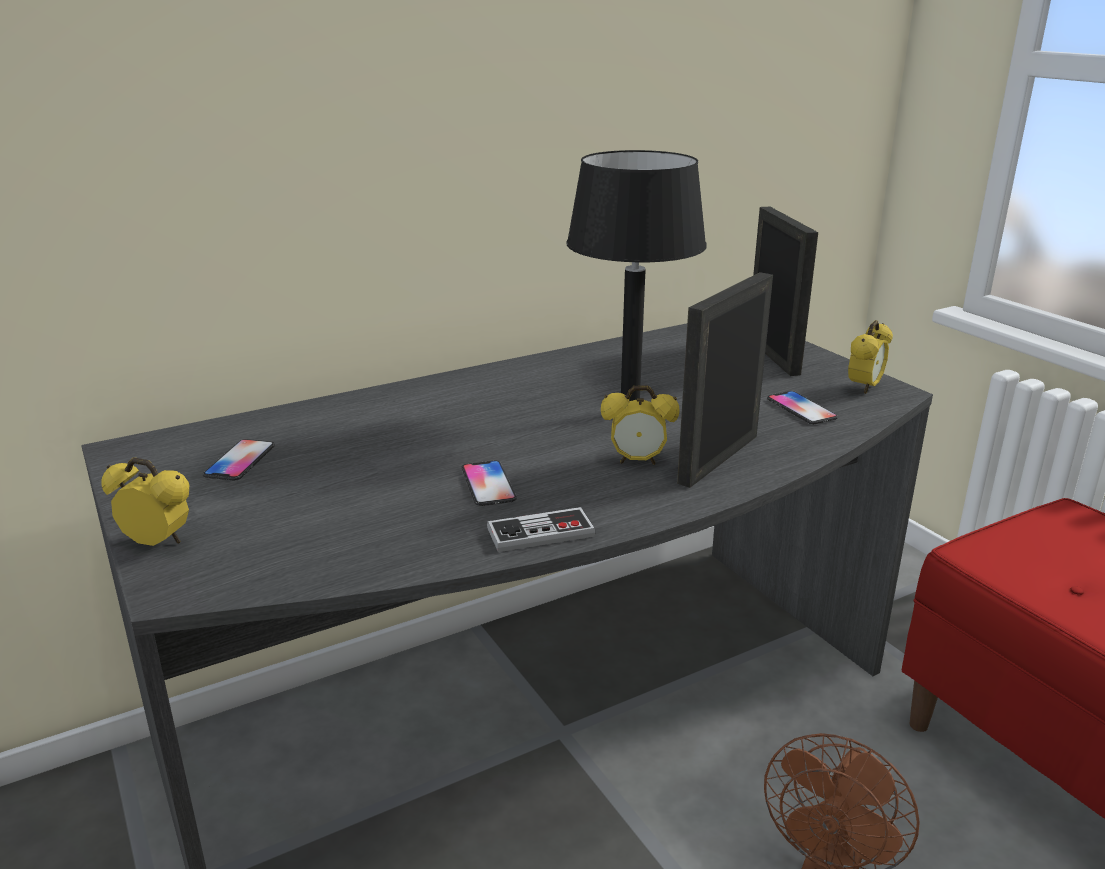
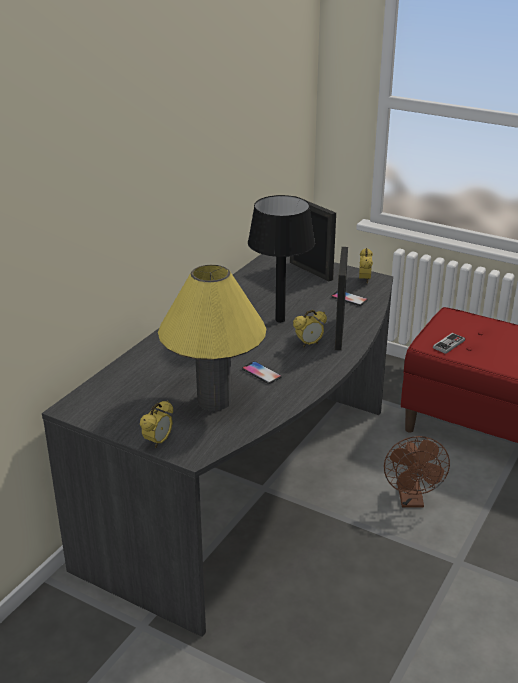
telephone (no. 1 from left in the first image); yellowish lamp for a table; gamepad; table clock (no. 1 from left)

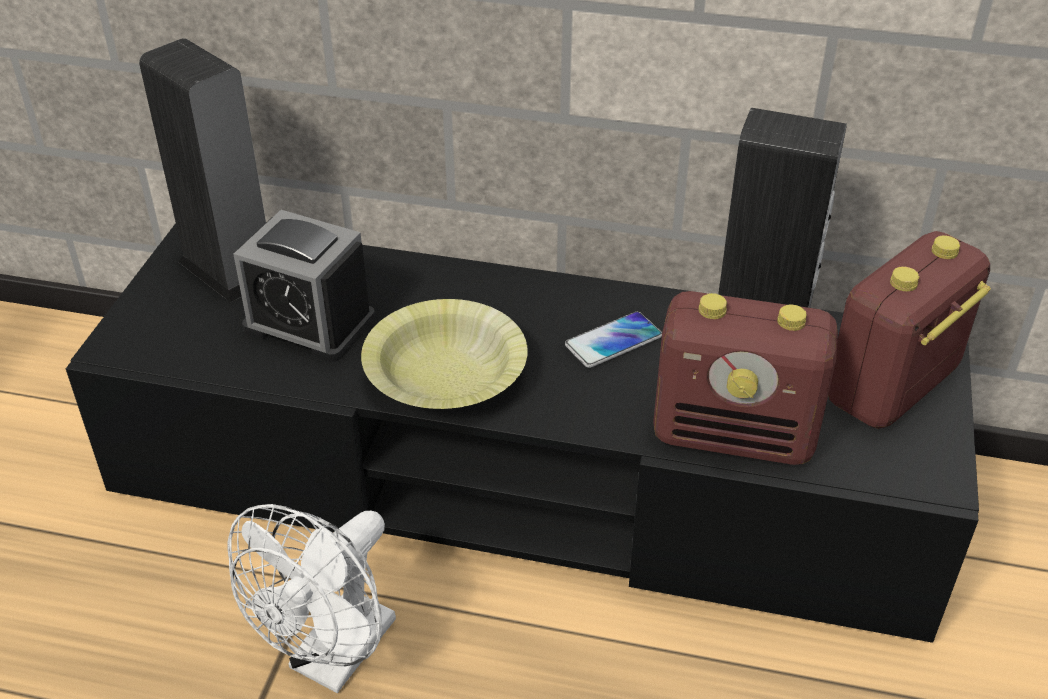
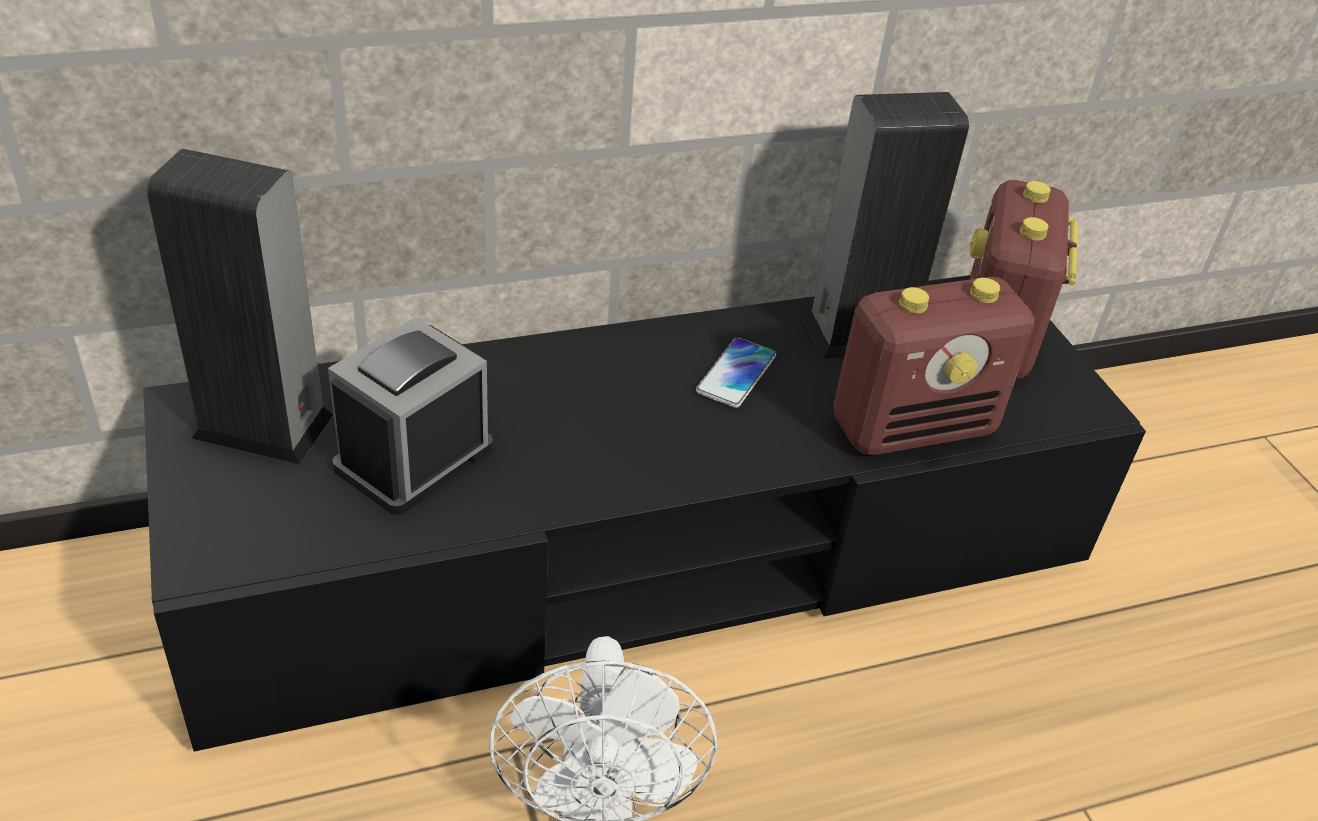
yellowish bowl; table clock

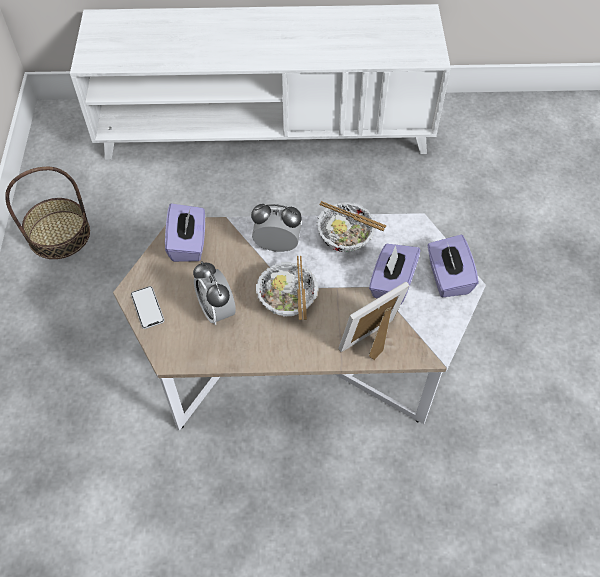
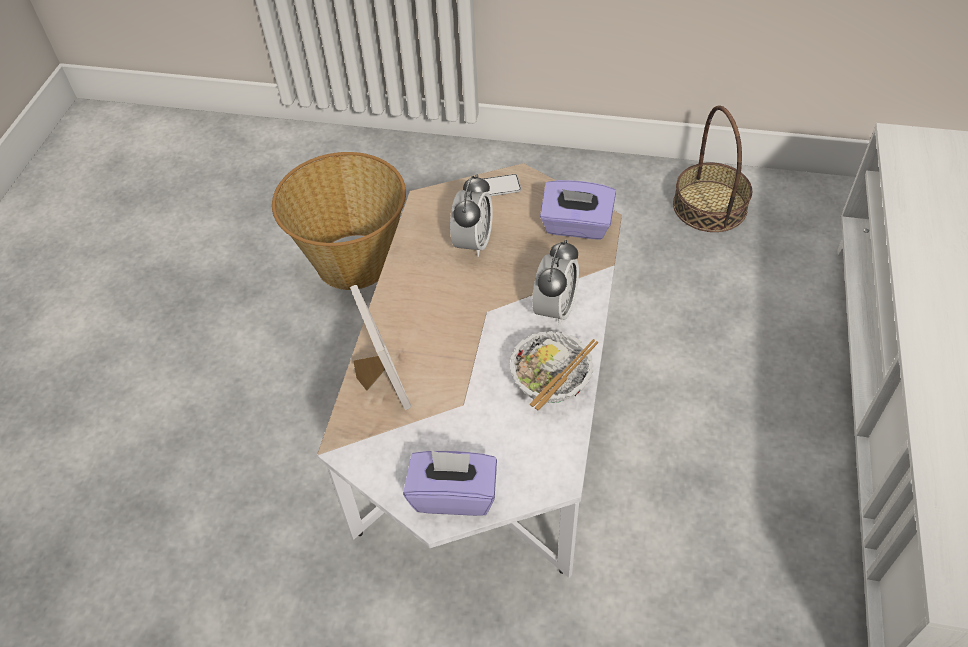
bowl (no. 1 from left in the first image); purplish tissue box (no. 2 from left in the first image); basket (no. 1 from left); table clock (no. 1 from left)

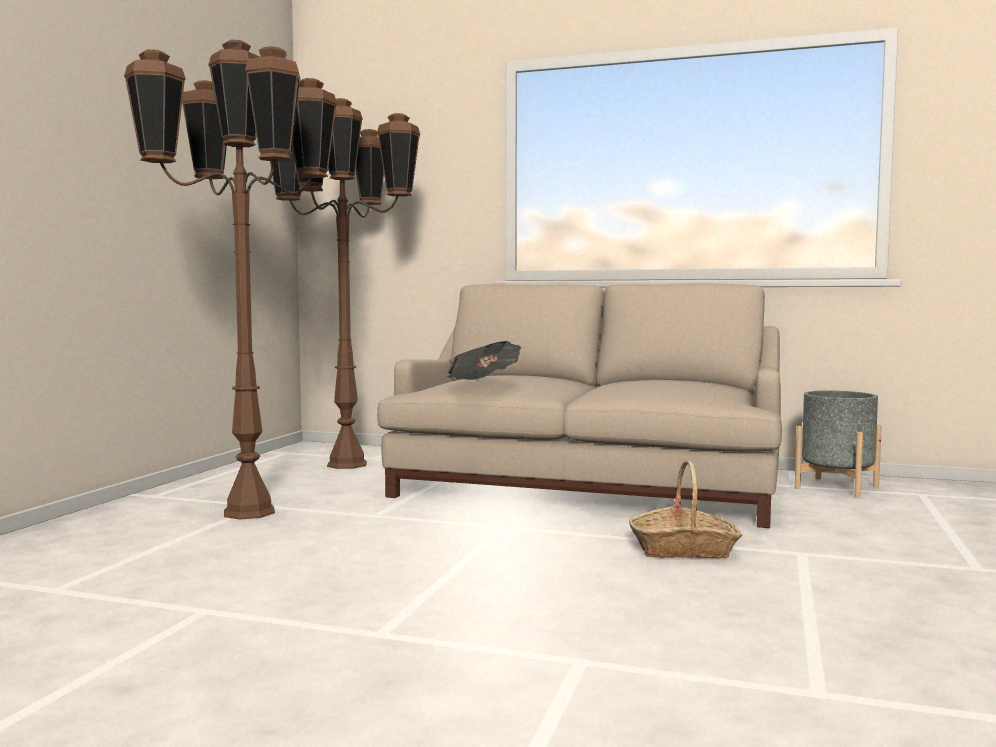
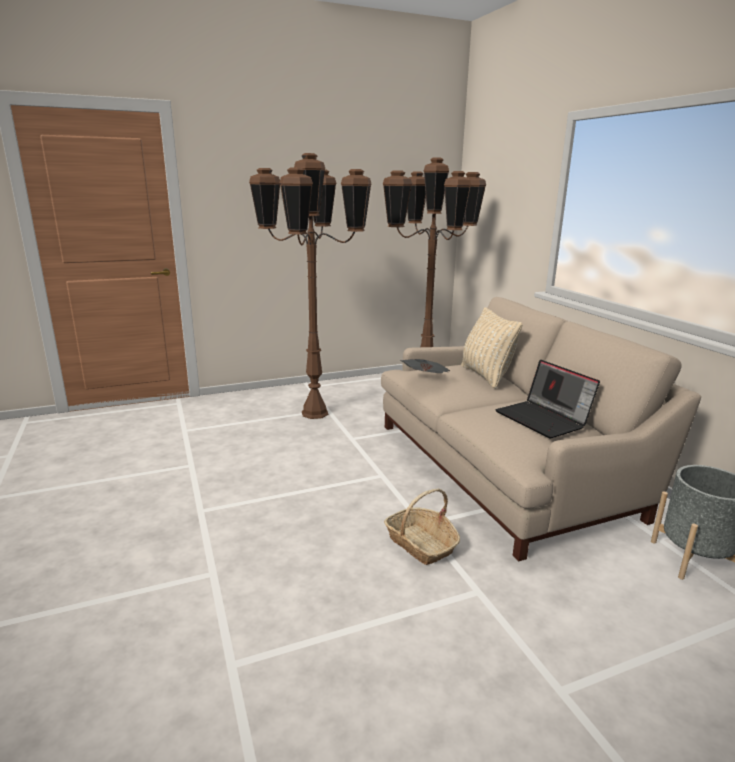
beige-coloured throw pillow; laptop

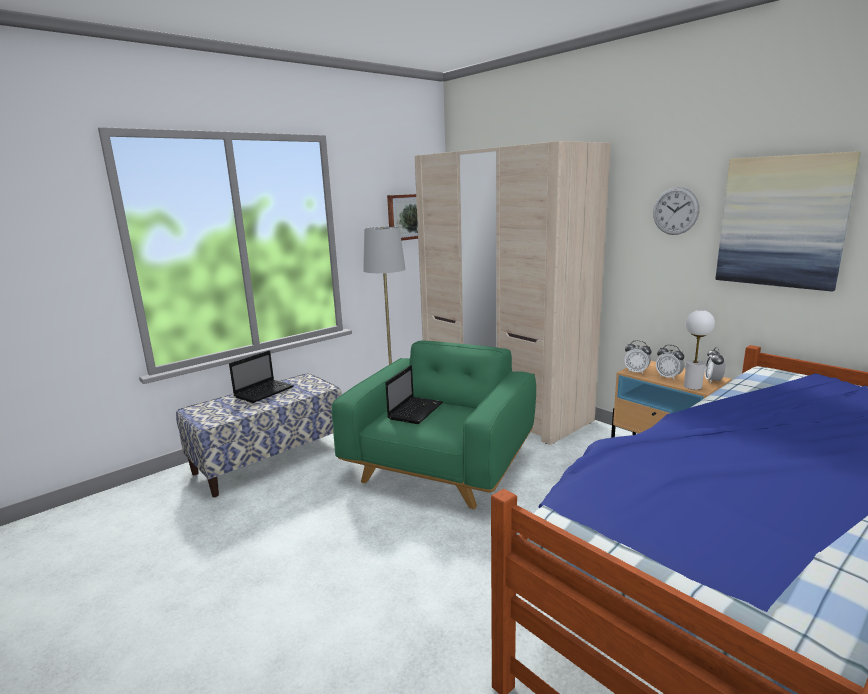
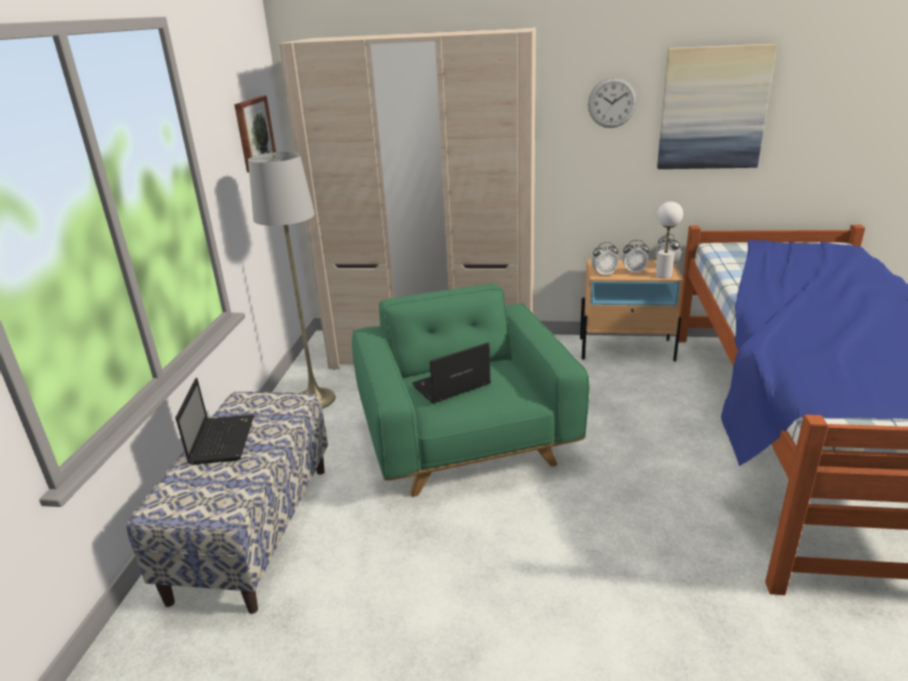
laptop (no. 2 from left)

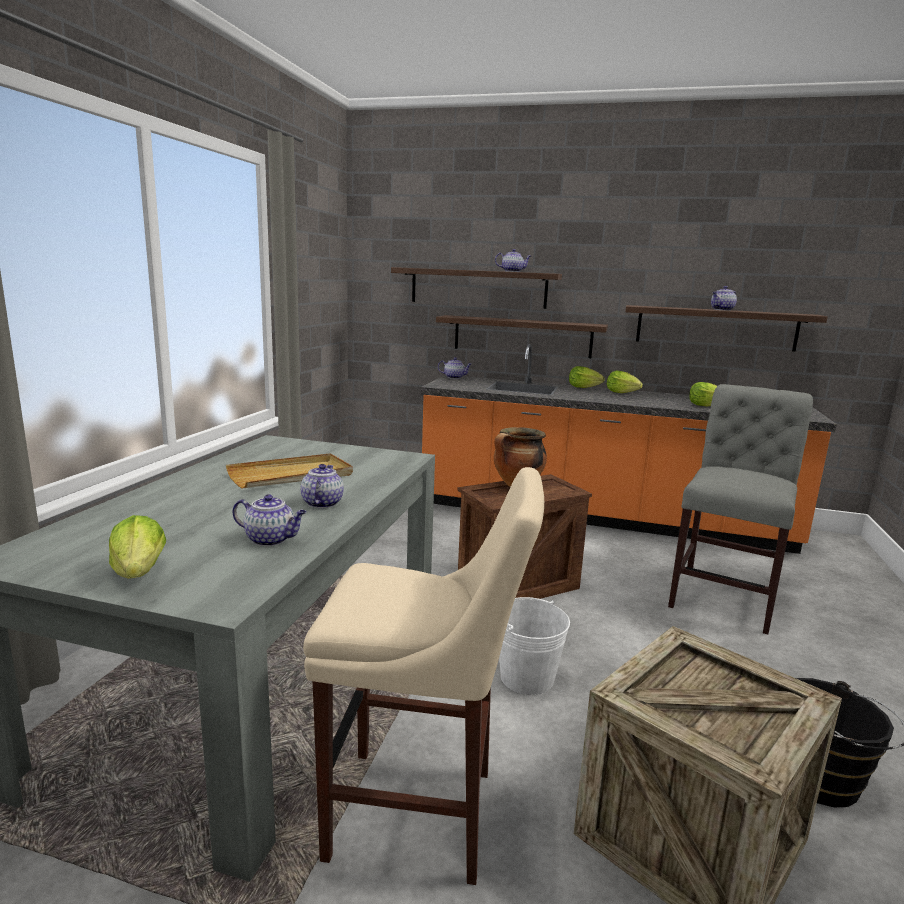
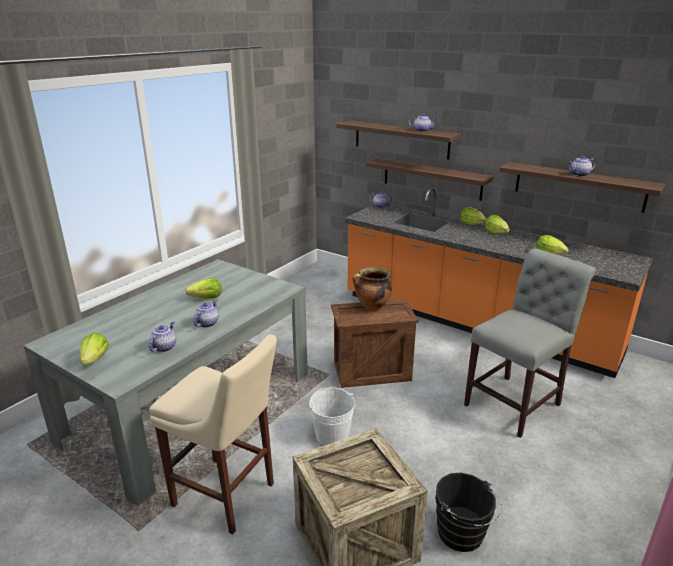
lettuce (no. 2 from left); teapot (no. 1 from left)

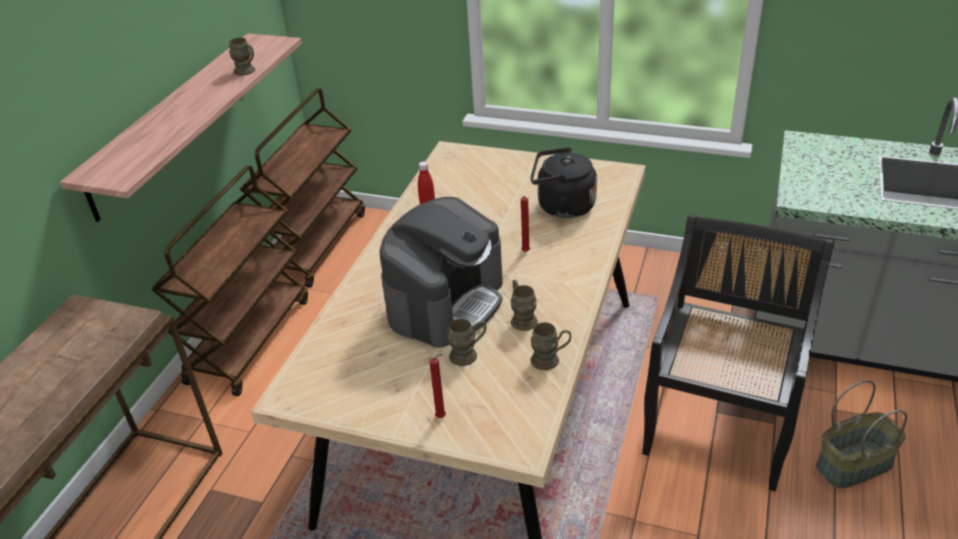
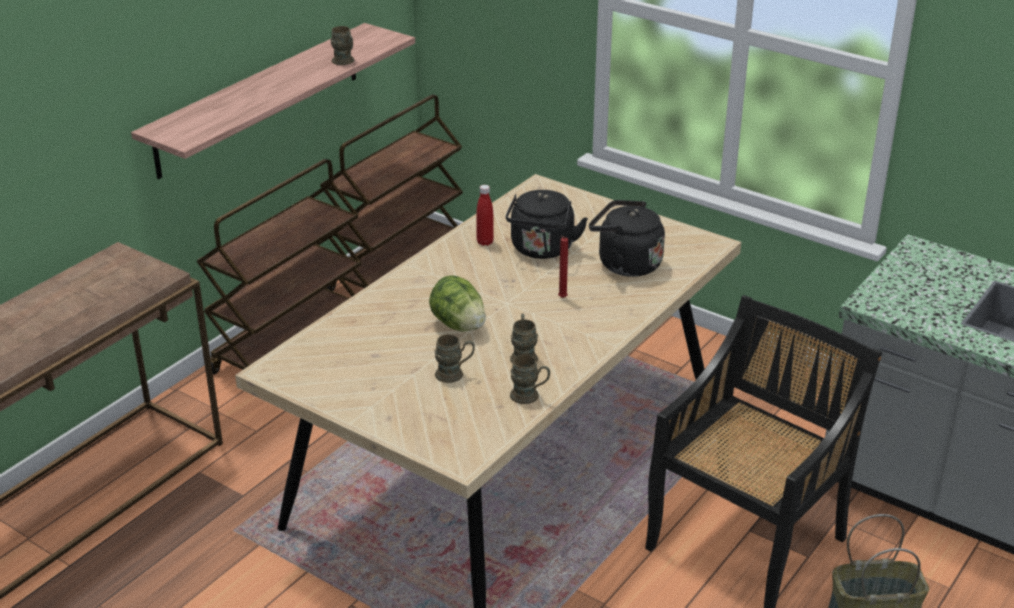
red wax light (no. 1 from left in the first image); black-coloured water kettle (no. 1 from left); lettuce

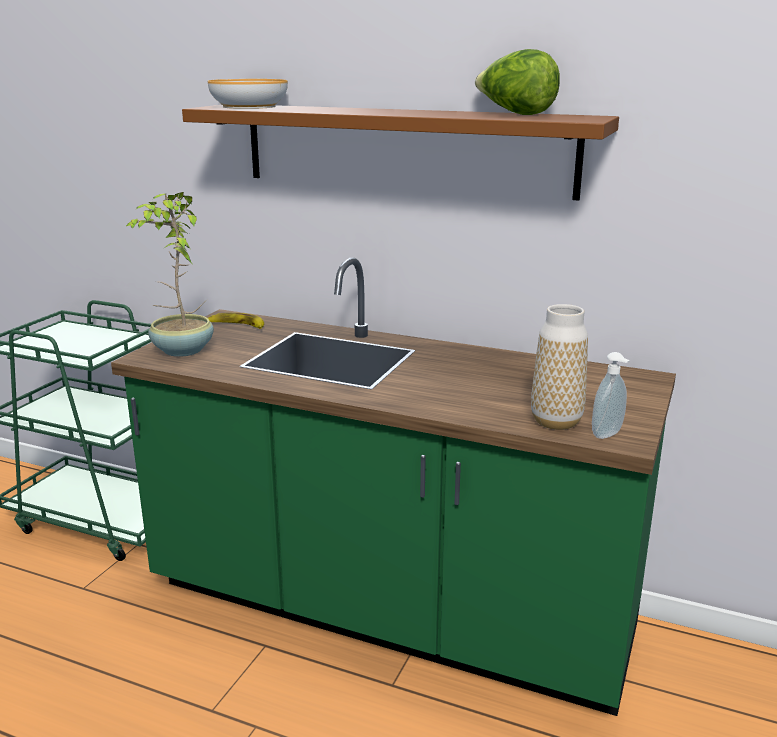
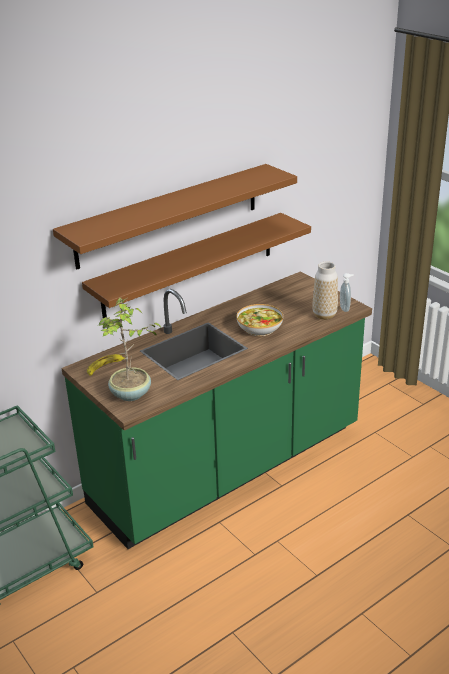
lettuce; brown bracket shelf (no. 2 from left); bowl

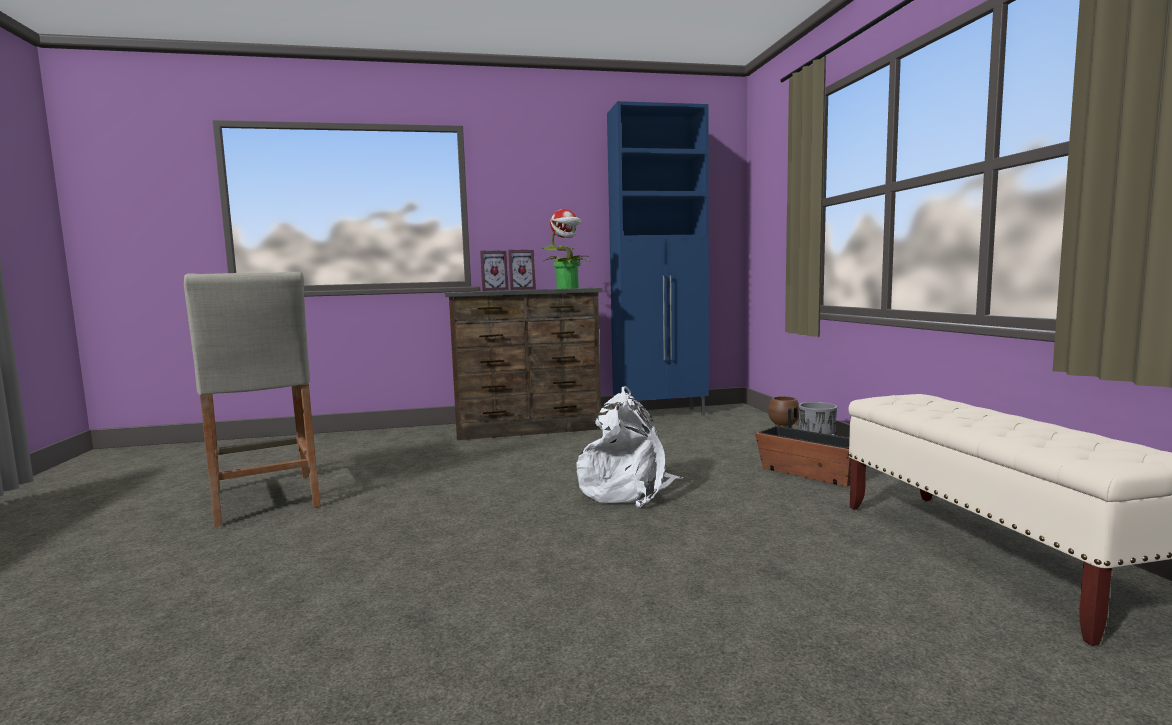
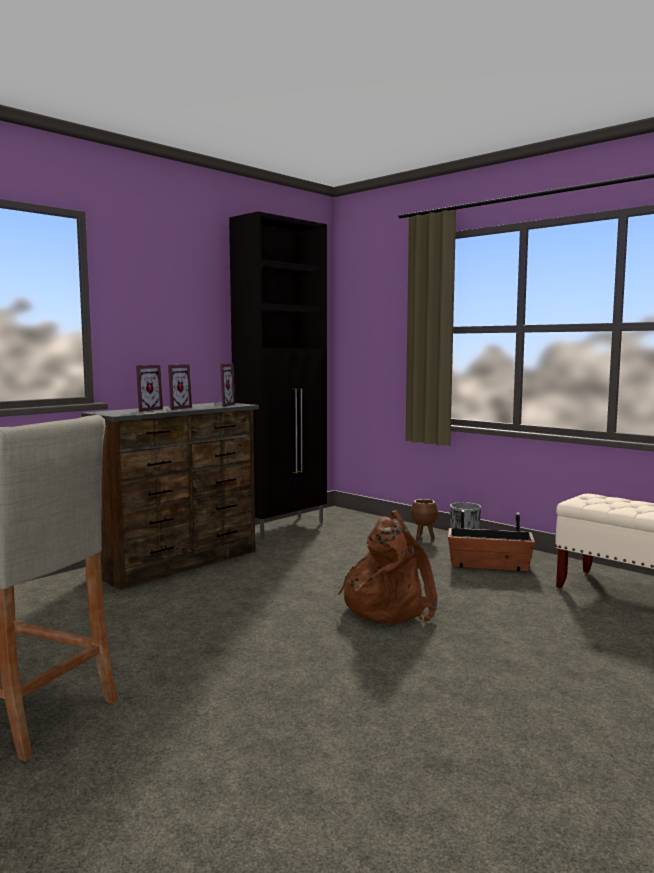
standing frame (no. 3 from left); brown backpack; black-coloured storage cabinet

